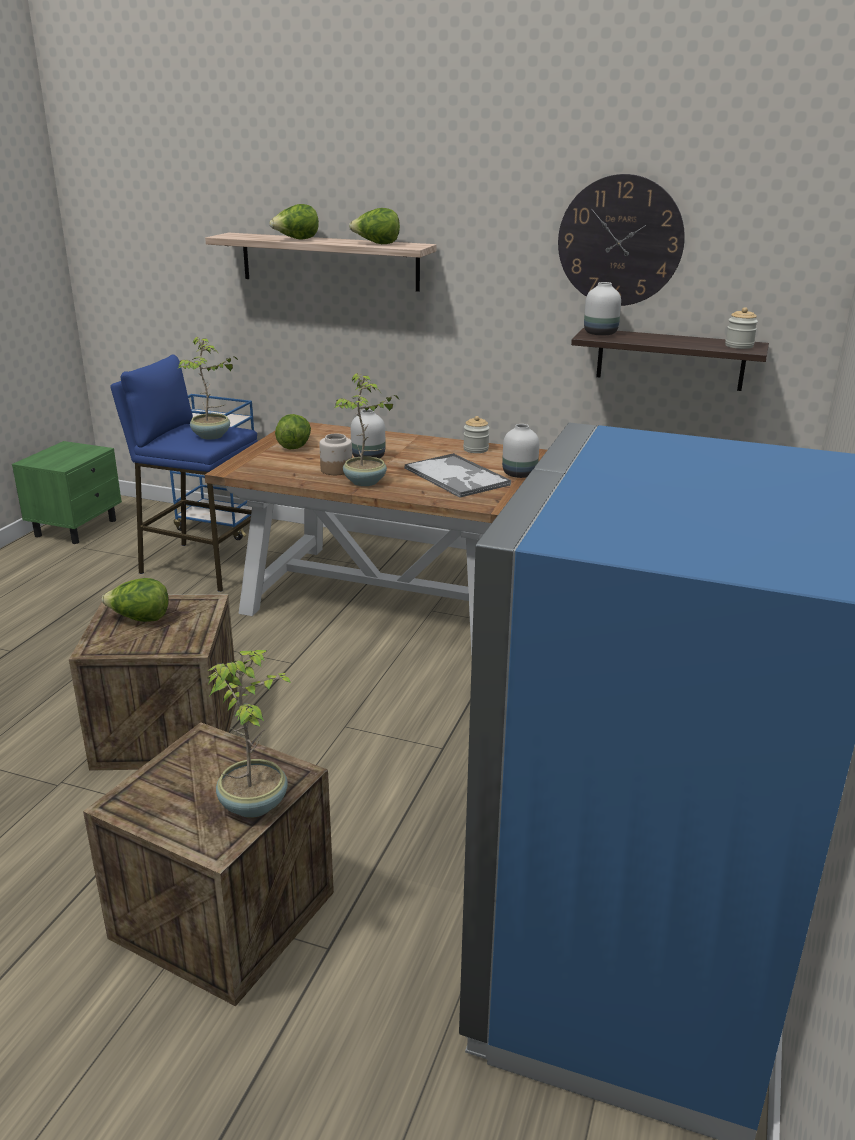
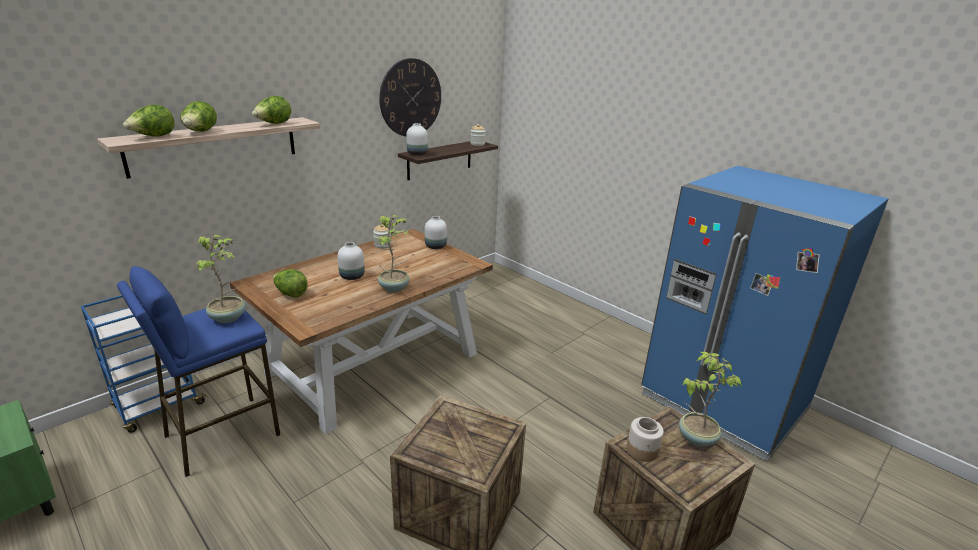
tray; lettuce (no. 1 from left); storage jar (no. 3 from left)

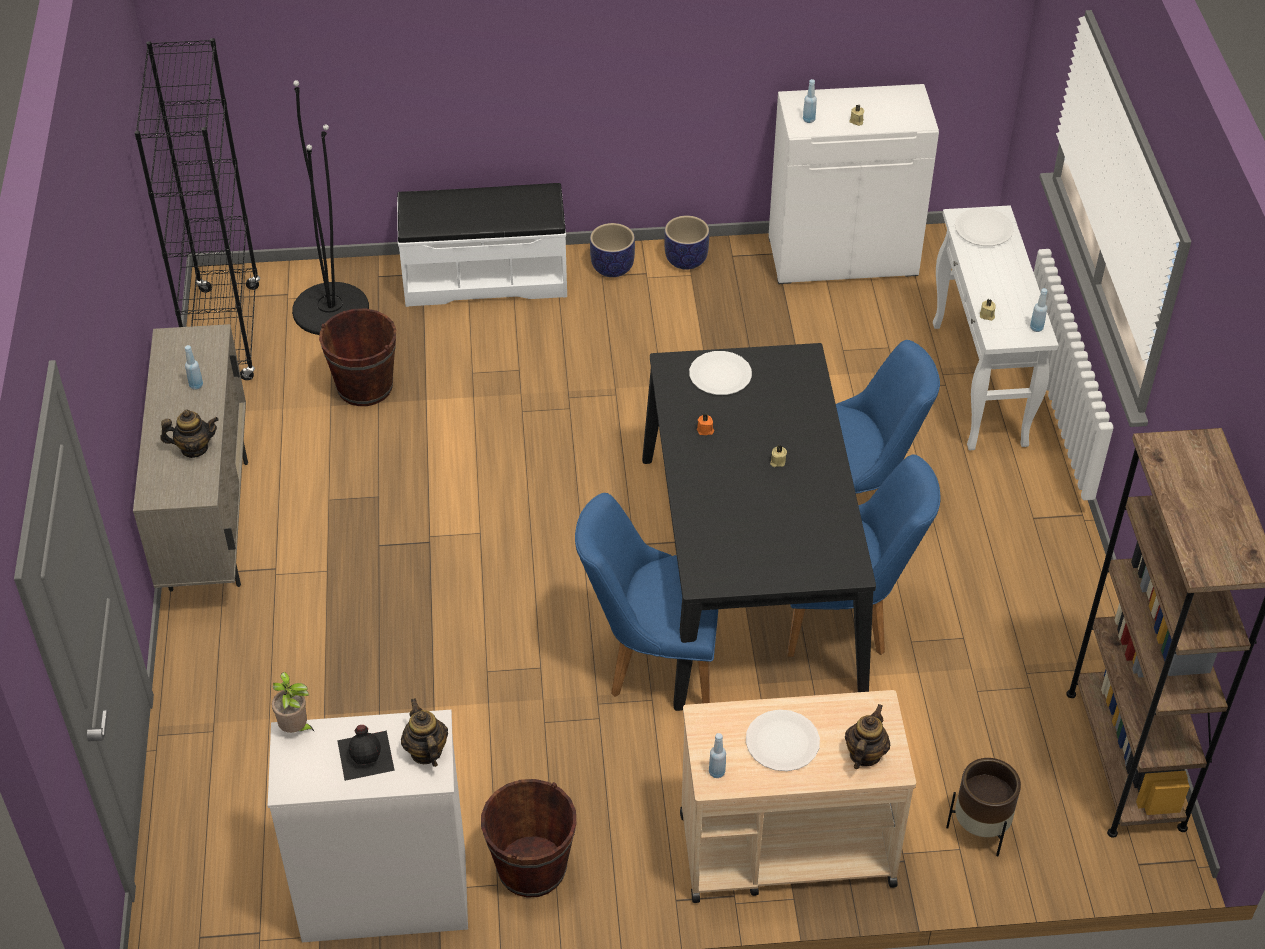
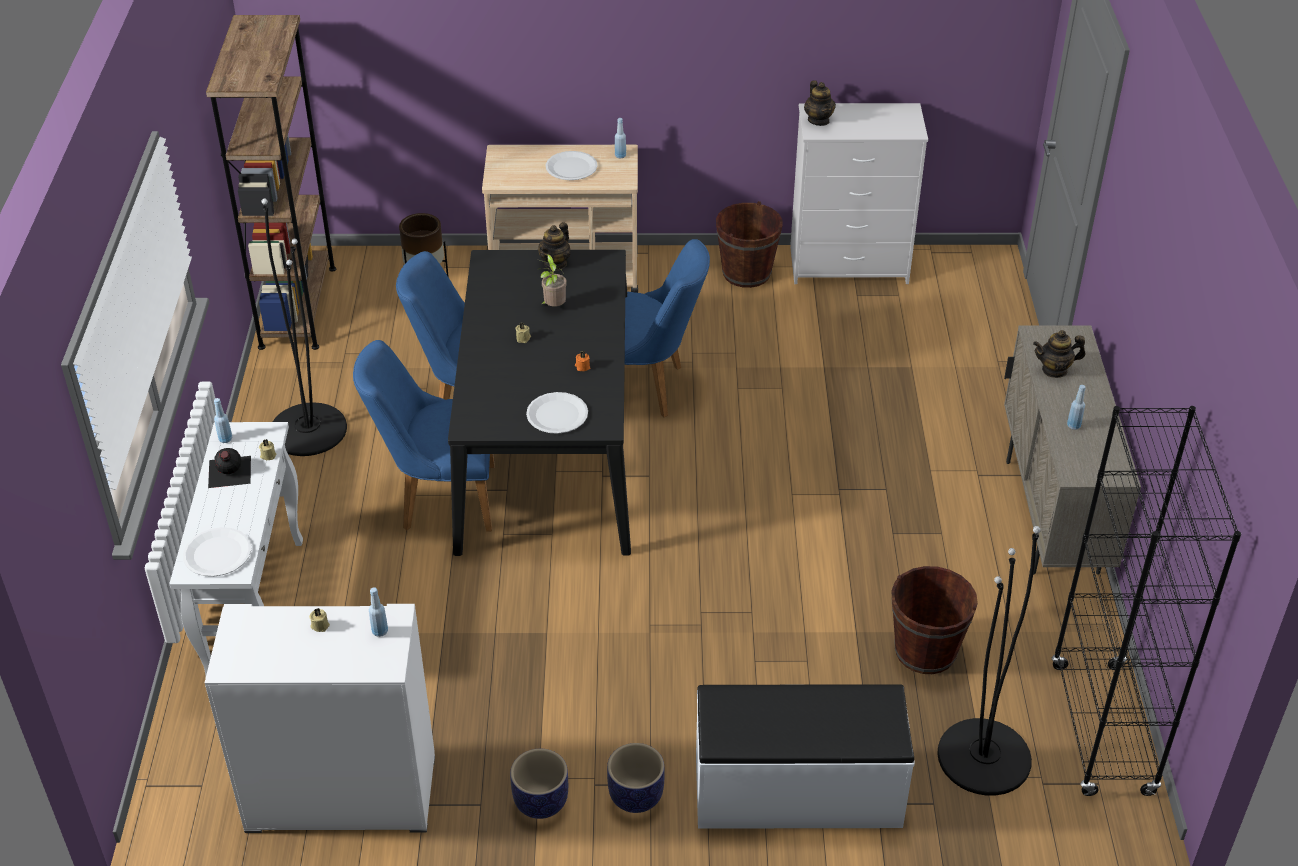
black-coloured standing lamp (no. 1 from left); plant in a pot; black-coloured beverage bottle; teapot (no. 1 from left)

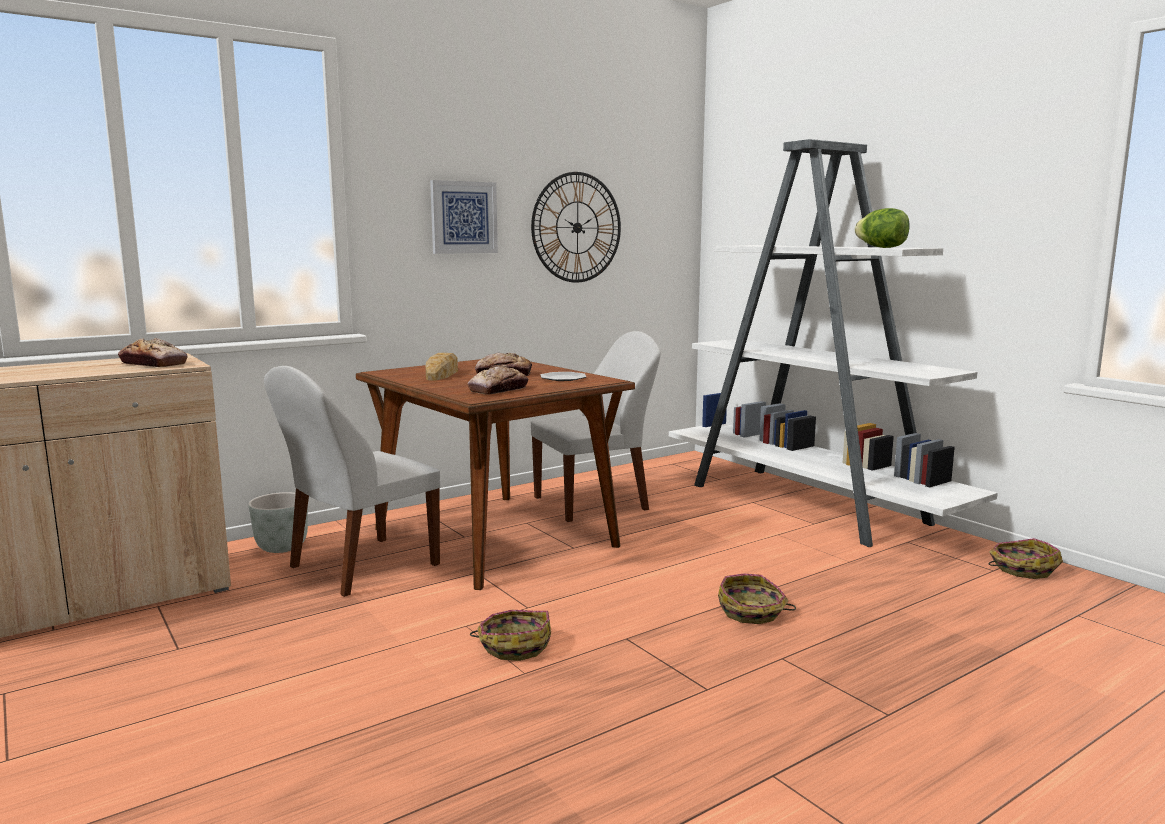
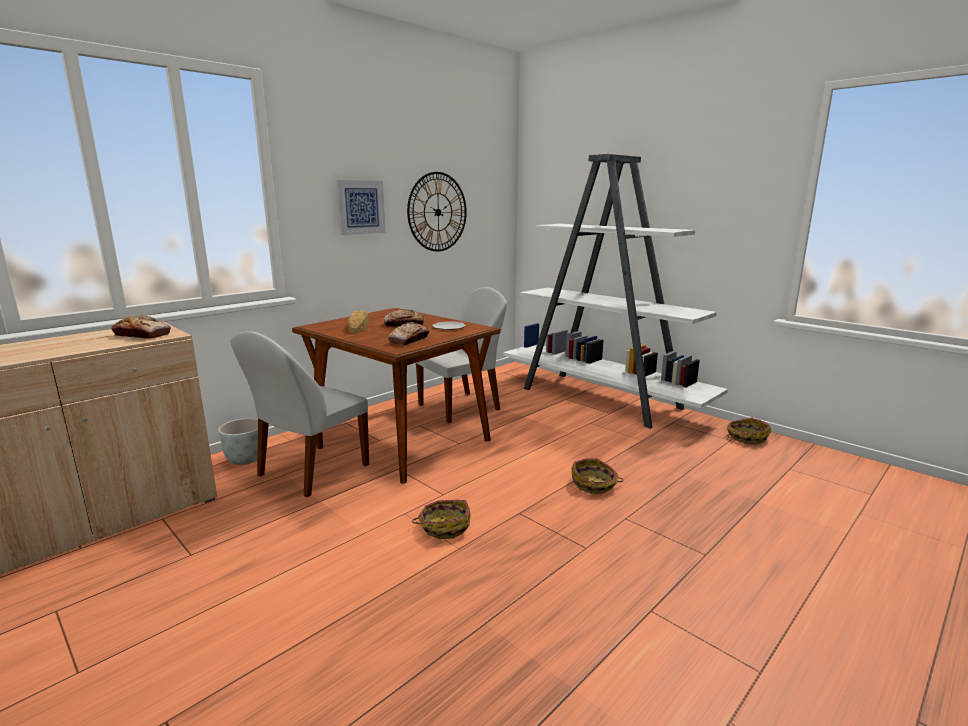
lettuce

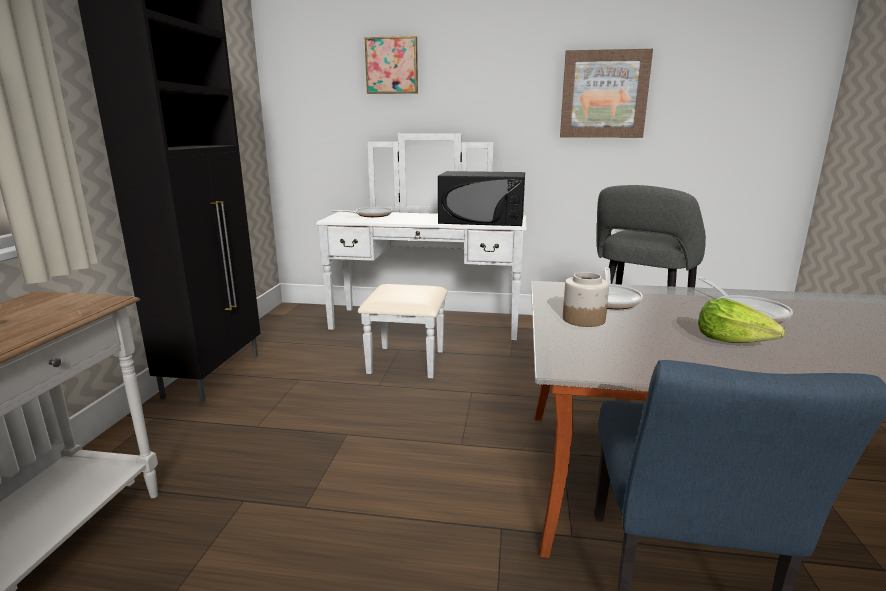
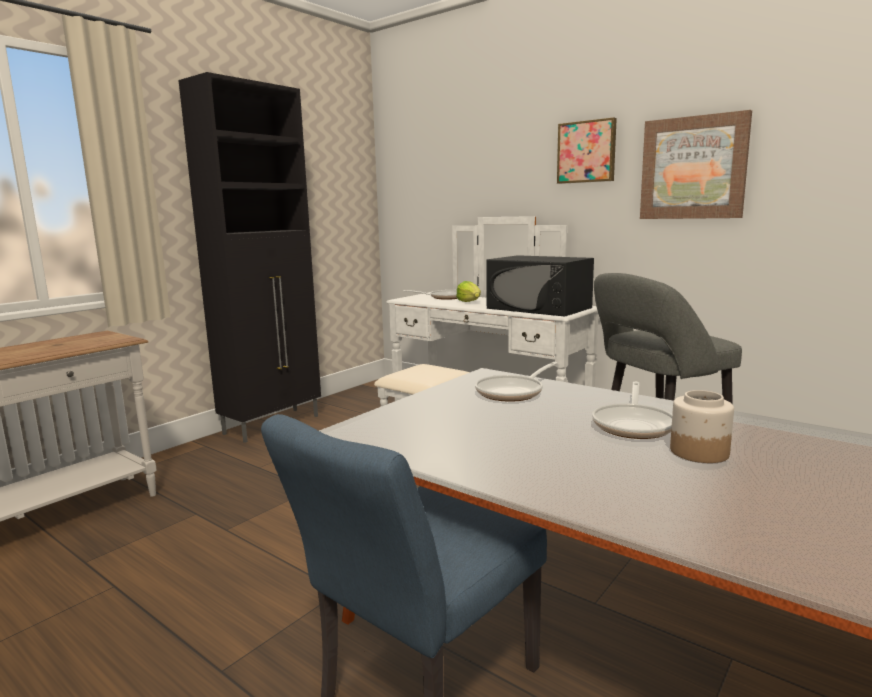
wall picture (no. 1 from left); storage jar; lettuce

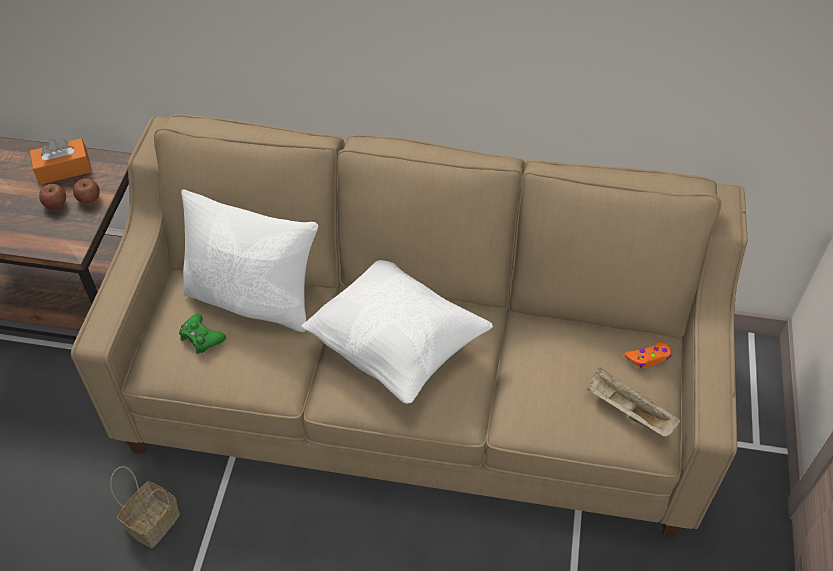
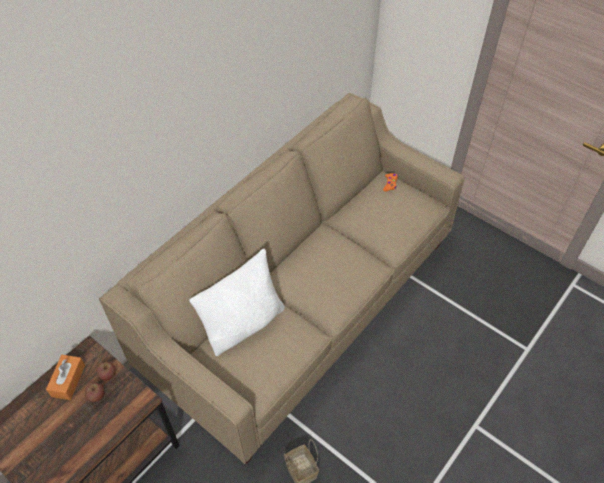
green gamepad; white throw pillow (no. 2 from left in the first image); beige-coloured tray

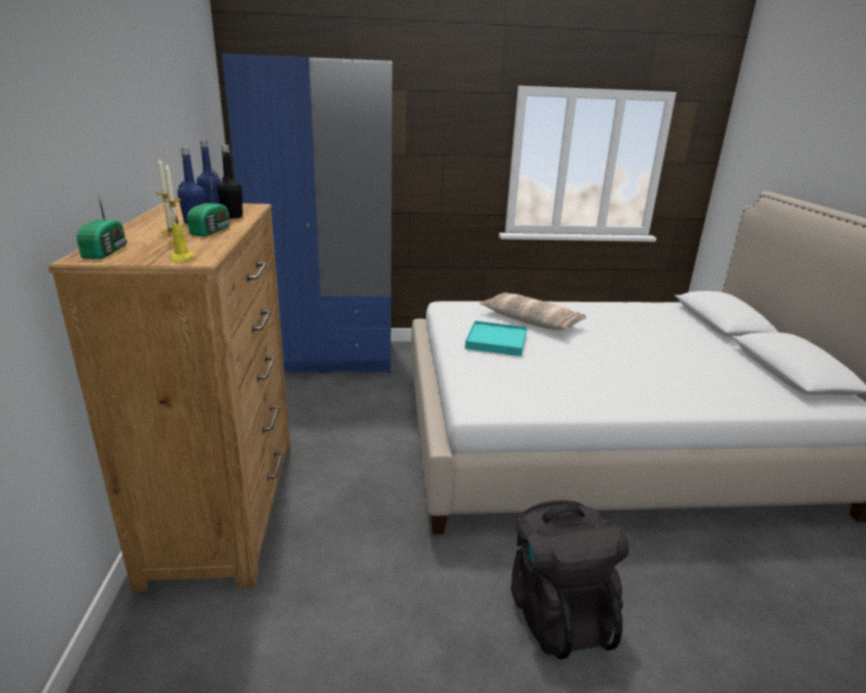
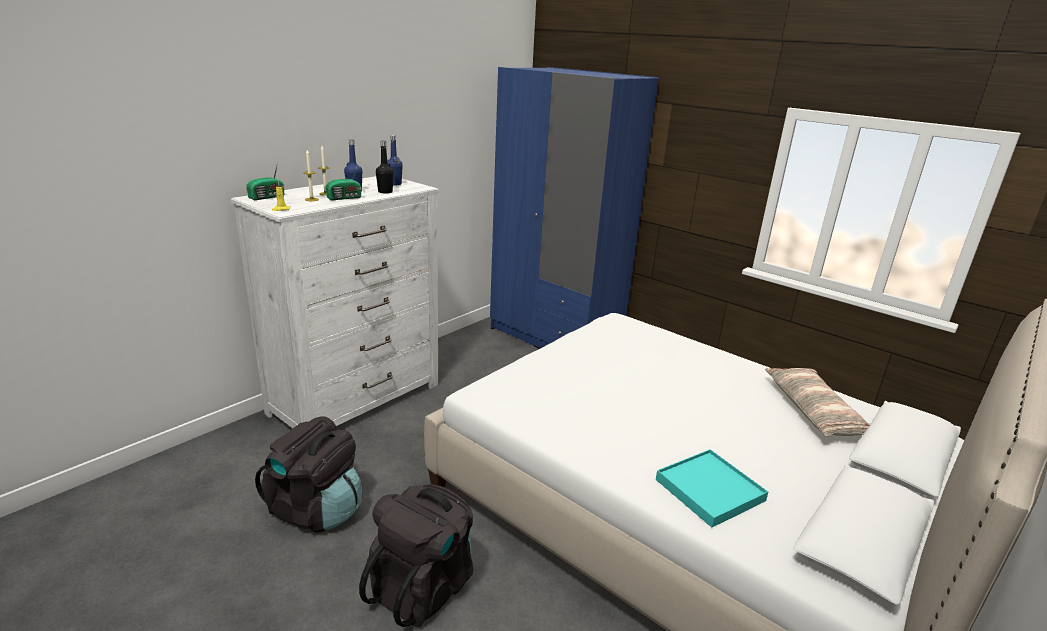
black-coloured backpack (no. 1 from left); turquoise tray; throw pillow; white chest of drawers

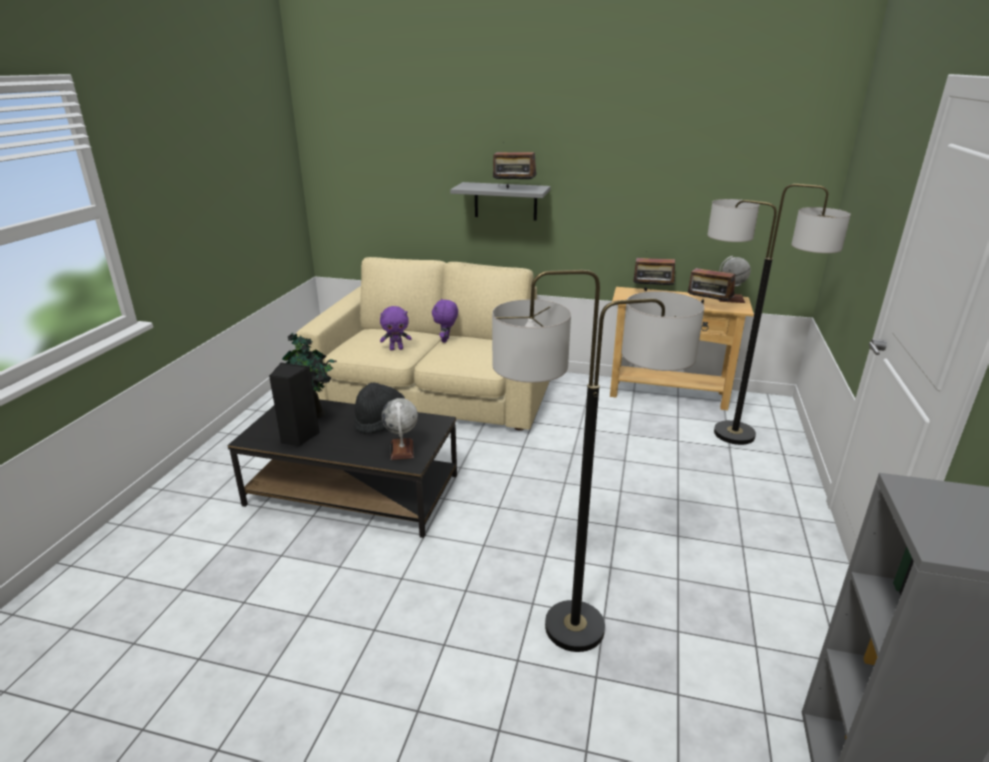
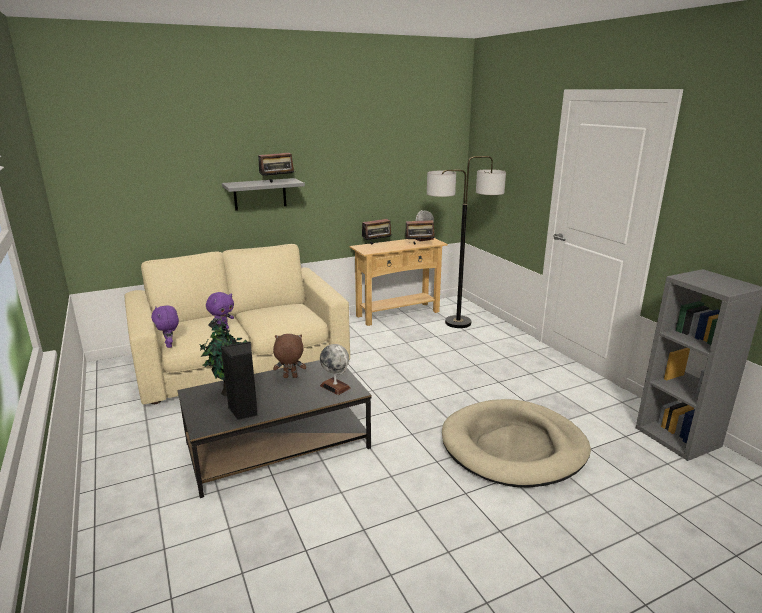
purplish plush toy (no. 1 from left); brown plush toy; beige-coloured dog bed

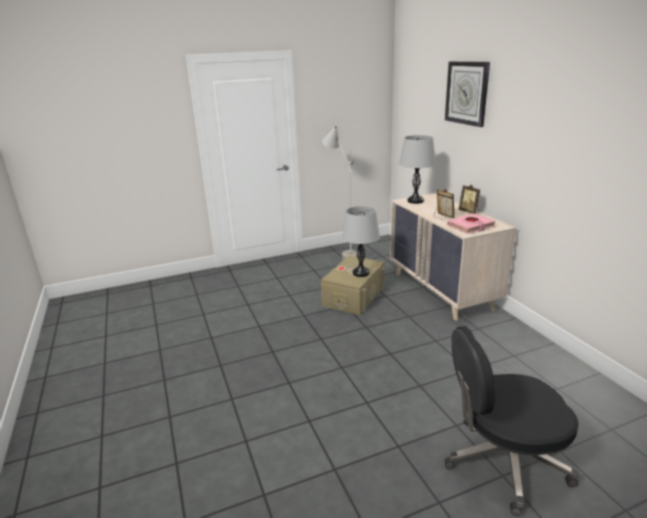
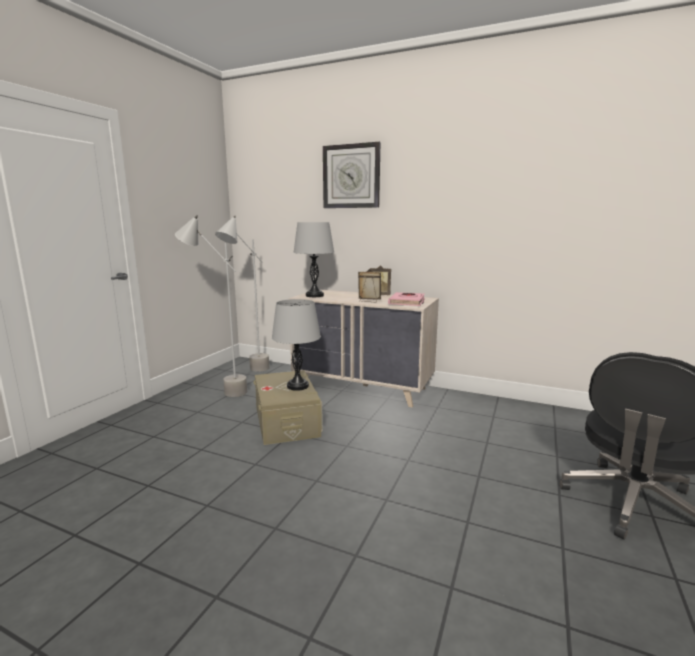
greyish standing lamp (no. 2 from left)

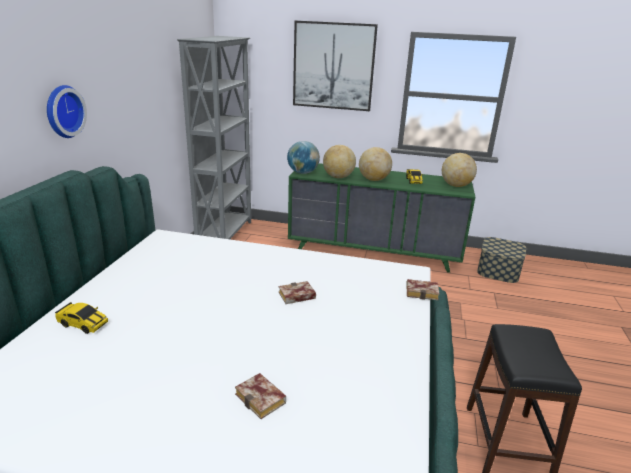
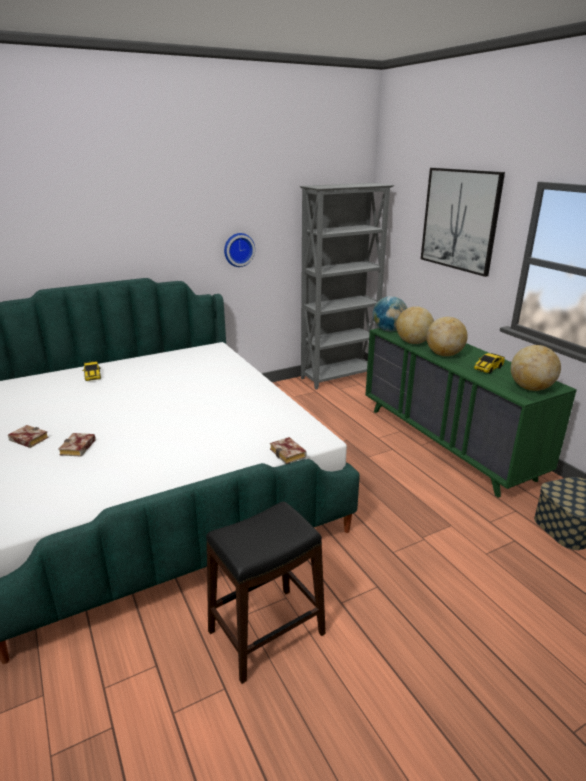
clock on the wall; bound book (no. 1 from left)

